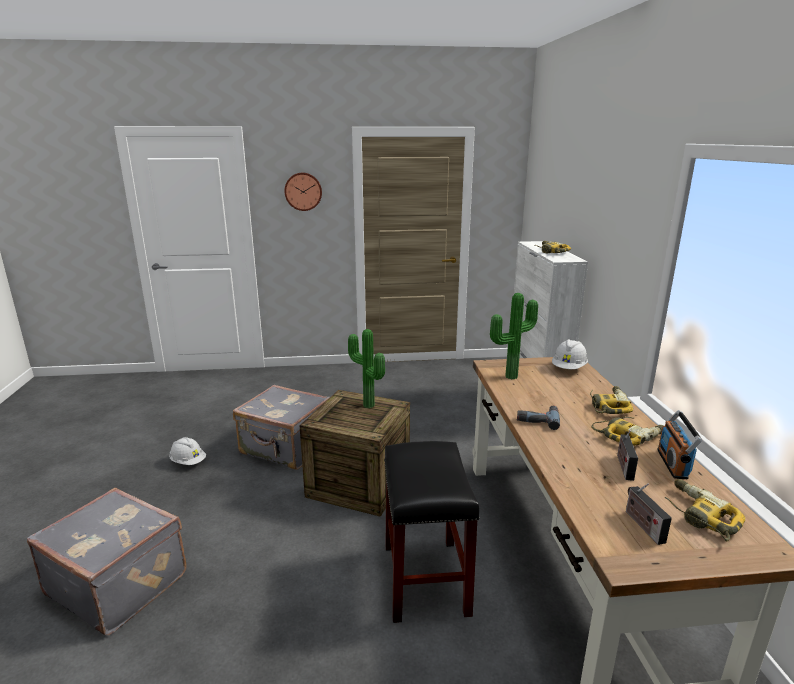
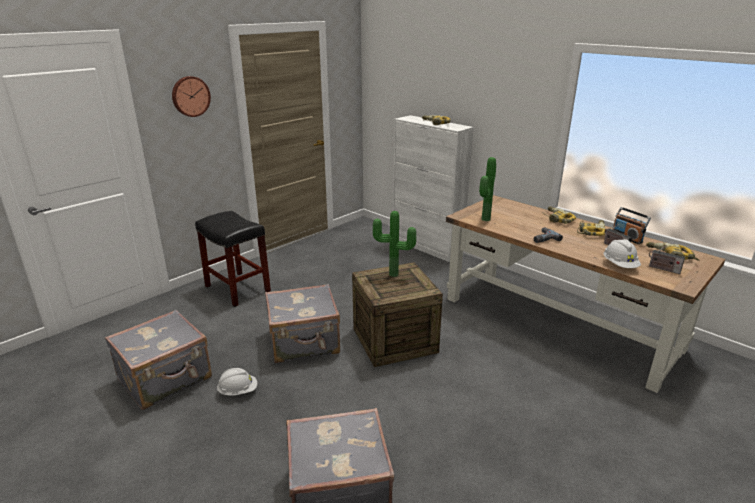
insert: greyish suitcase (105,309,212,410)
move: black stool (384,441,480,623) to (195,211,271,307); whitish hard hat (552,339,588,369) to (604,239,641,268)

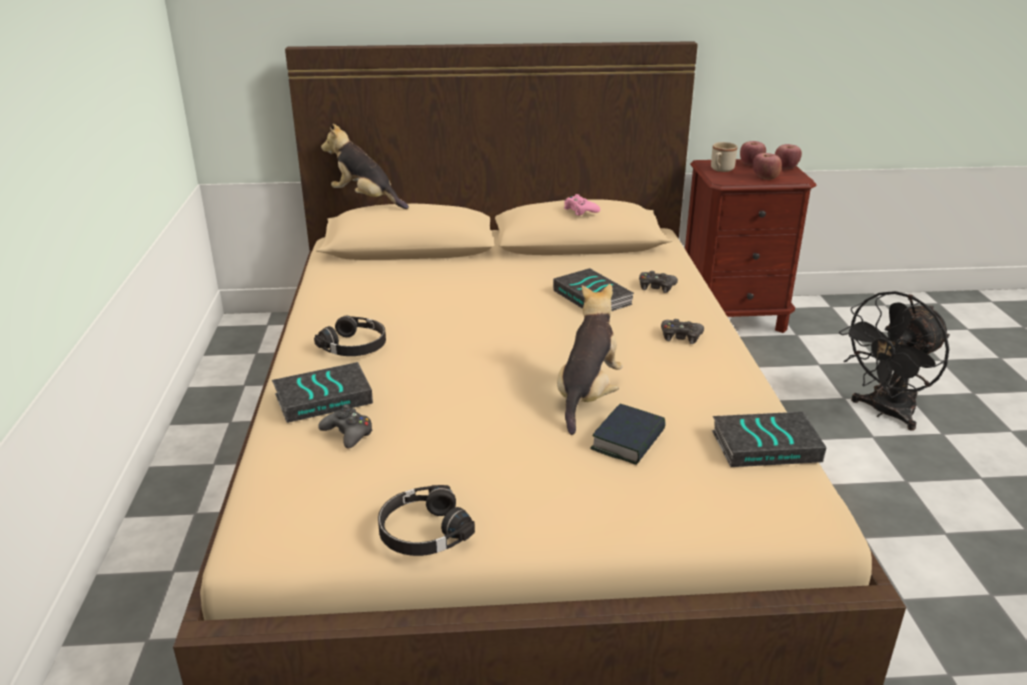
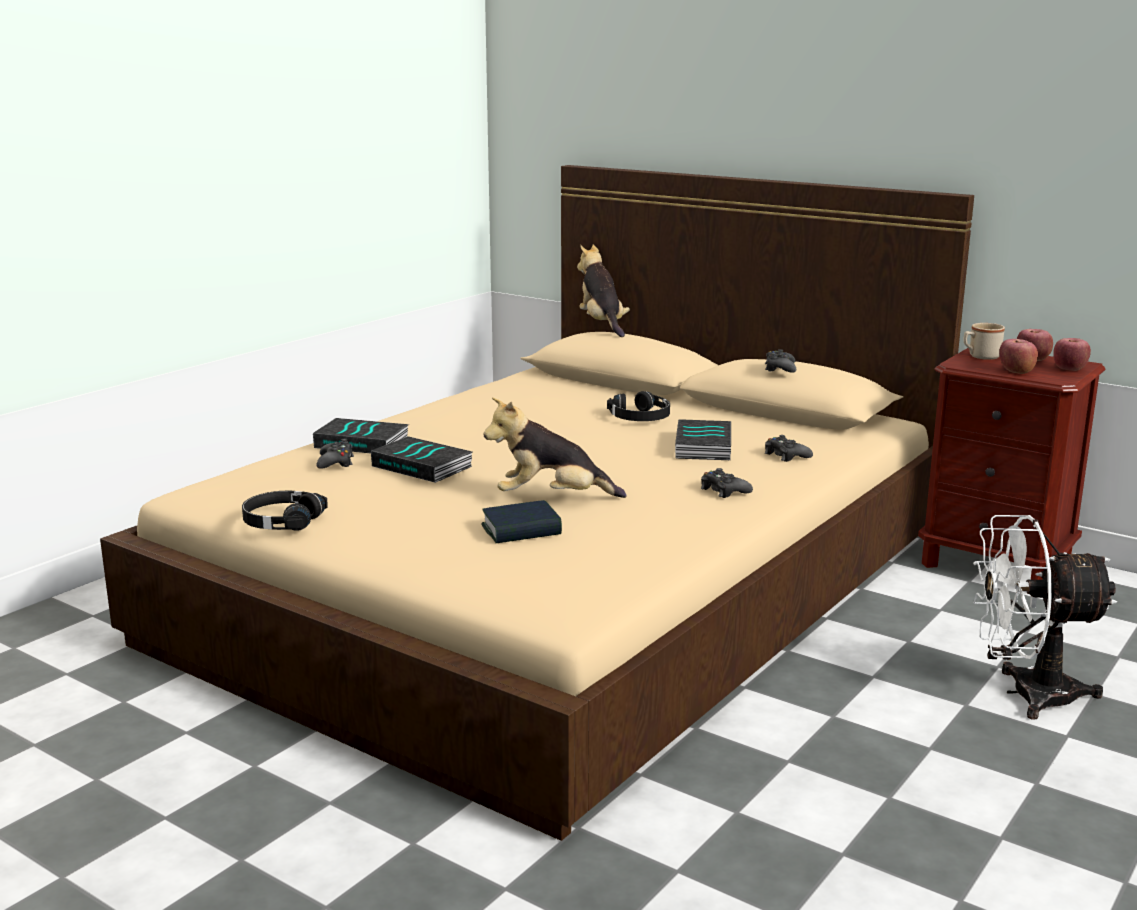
move: black pair of headphones (314,316,386,356) to (607,391,670,421); book (712,412,826,467) to (371,436,472,483)
recolor: pink joypad (564,194,600,216) to black joypad (765,349,796,373); black fan (839,291,950,431) to whitish fan (973,515,1117,720)
rotate: soft toy (557,284,623,435) = (484,397,627,498) 150 degrees counterclockwise

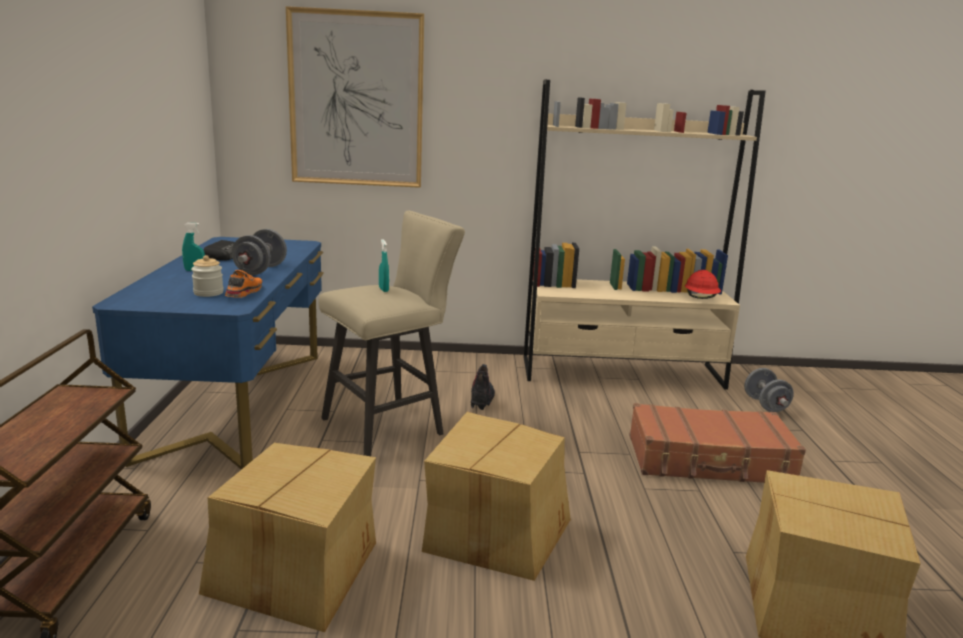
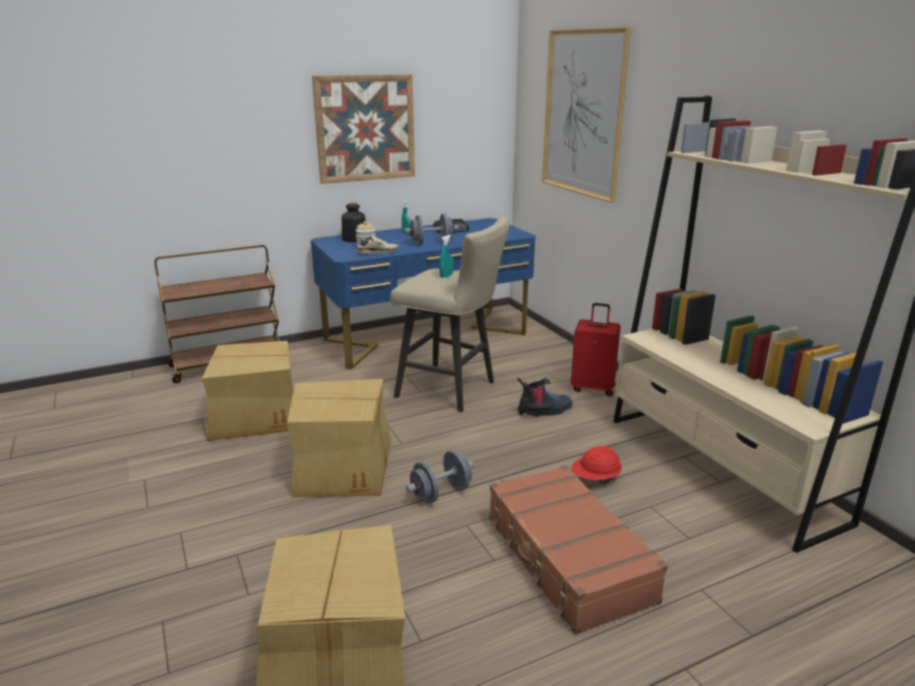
insert: wall art (312,74,415,184); beverage bottle (342,203,366,242); red-coloured suitcase (571,303,621,397)
move: red-coloured hard hat (685,270,721,299) to (572,446,622,484); greyish dumbbell (744,368,794,412) to (406,450,474,503)
recolor: orangey item of footwear (225,270,262,298) to beige-coloured item of footwear (357,235,398,254)

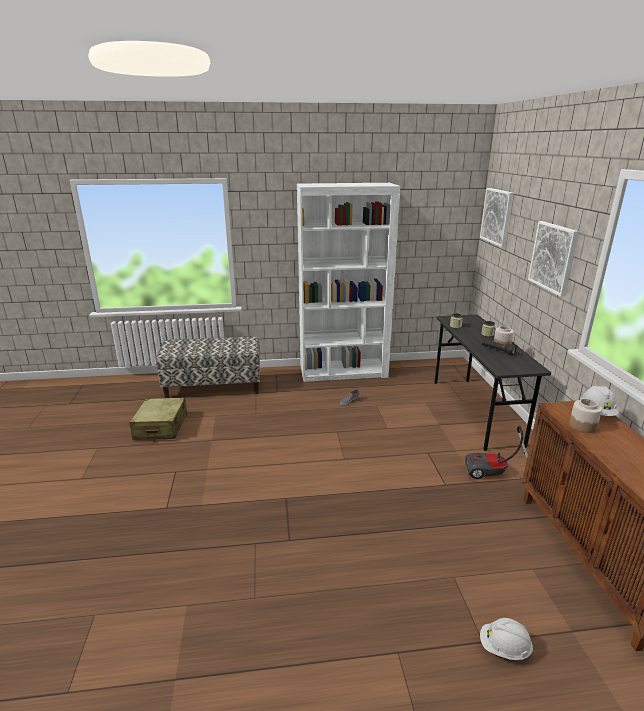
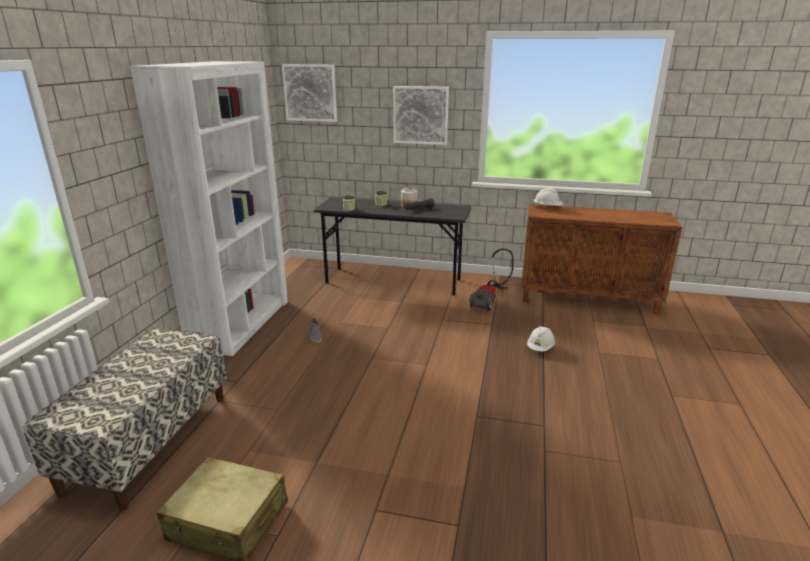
delete: preserve jar (569,399,602,433)
move: whitish hard hat (480,618,533,660) to (527,326,555,351)

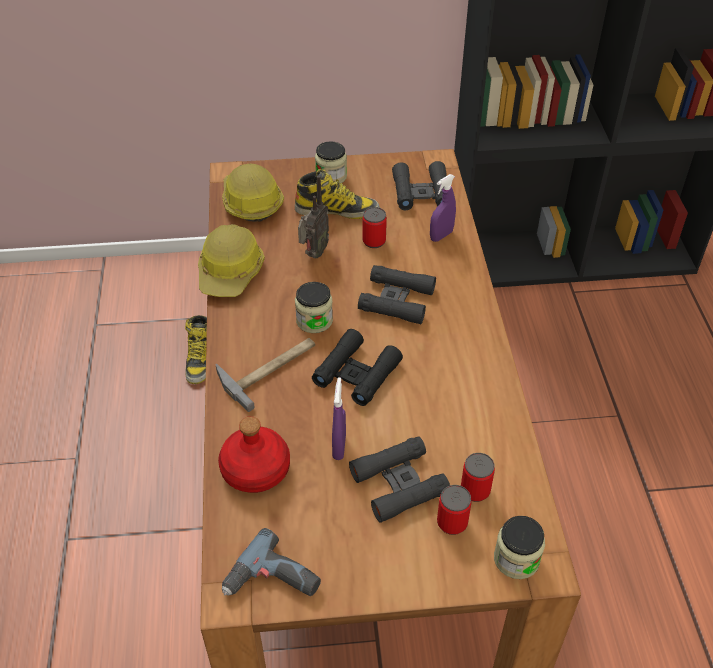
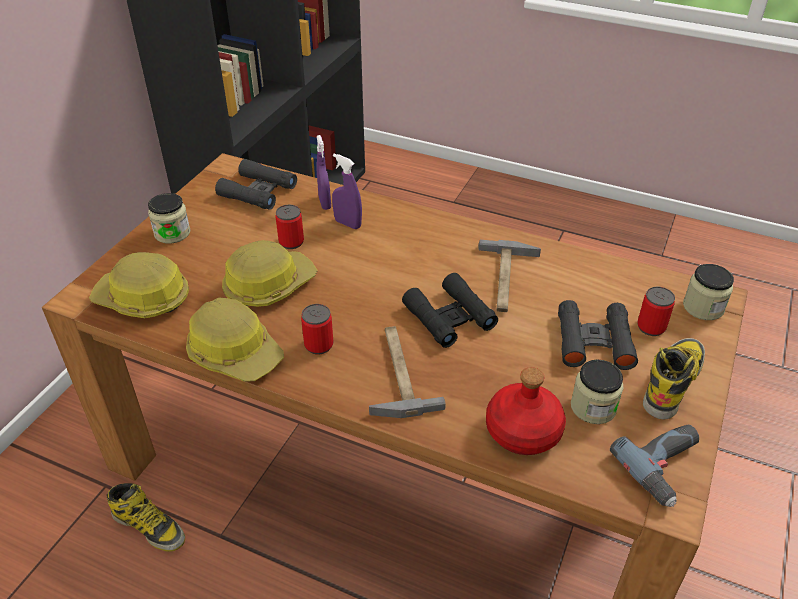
delete: black field glasses (358,265,436,324)
insert: hand hammer (478,240,541,312)
move: boot (295,169,380,219) to (643,338,705,419); preserve jar (295,282,333,333) to (571,360,623,424); purplish sprayer (332,377,346,460) to (332,154,362,229); metal can (461,453,495,502) to (301,304,333,354)
replace: radio set (298,175,329,259) to hard hat (222,240,318,307)

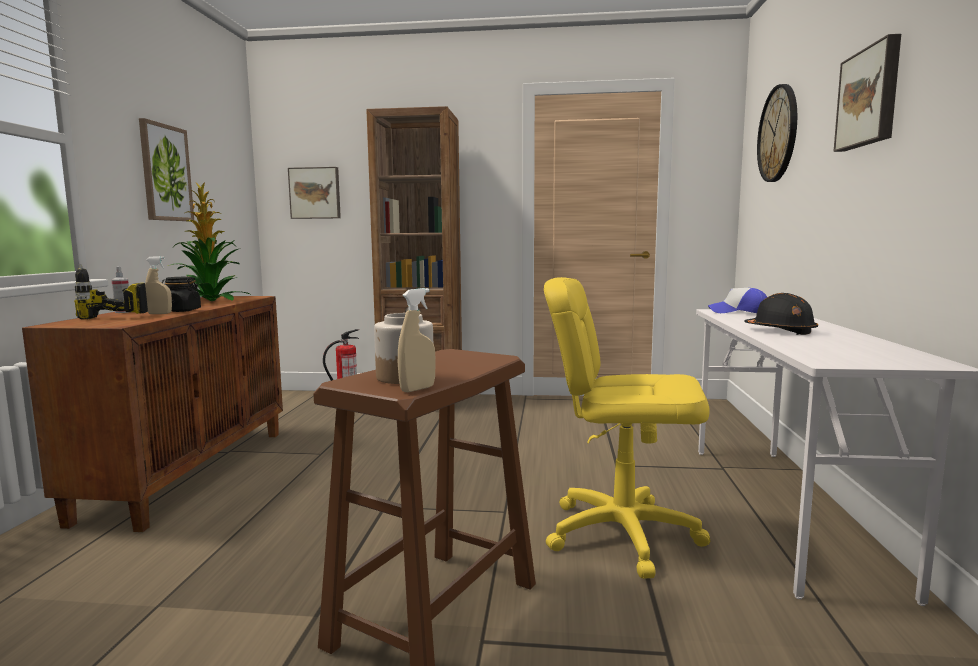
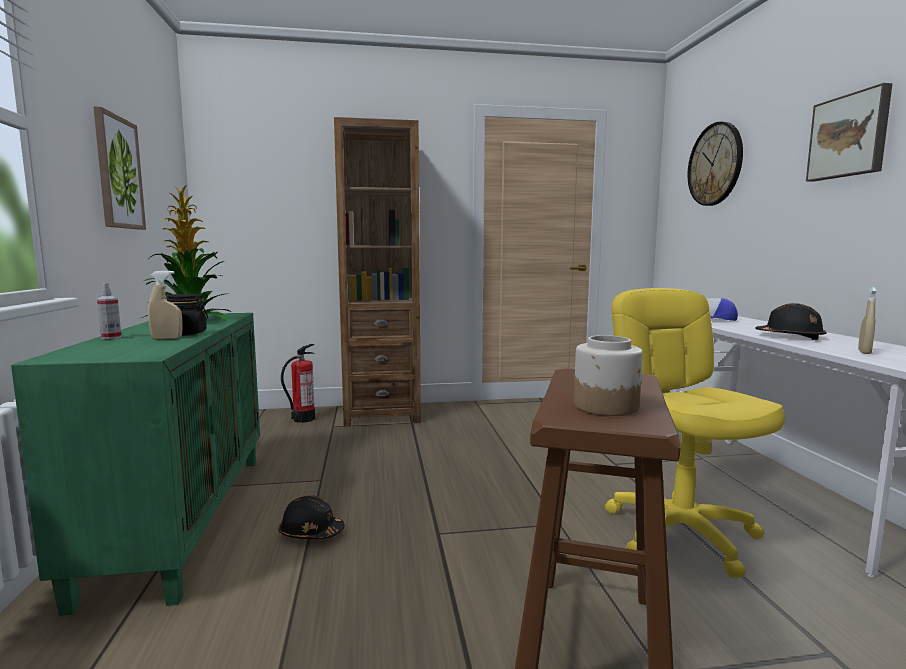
delete: electric drill (74,264,148,319); wall art (288,167,341,219)
insert: black hard hat (278,495,344,539)
move: beige-coloured sprayer (398,288,436,392) to (858,287,876,354)
recolor: brown storage cabinet (22,296,283,532) to greenish storage cabinet (11,313,260,616)
rotate: yellow-coloured computer chair (544,277,710,579) = (605,288,785,578) 75 degrees clockwise

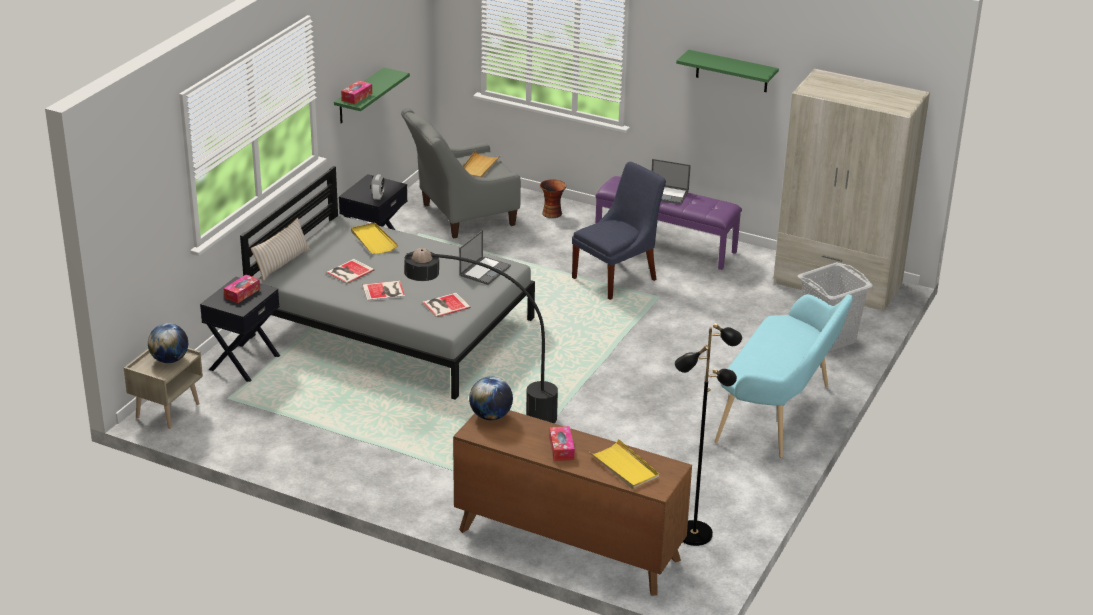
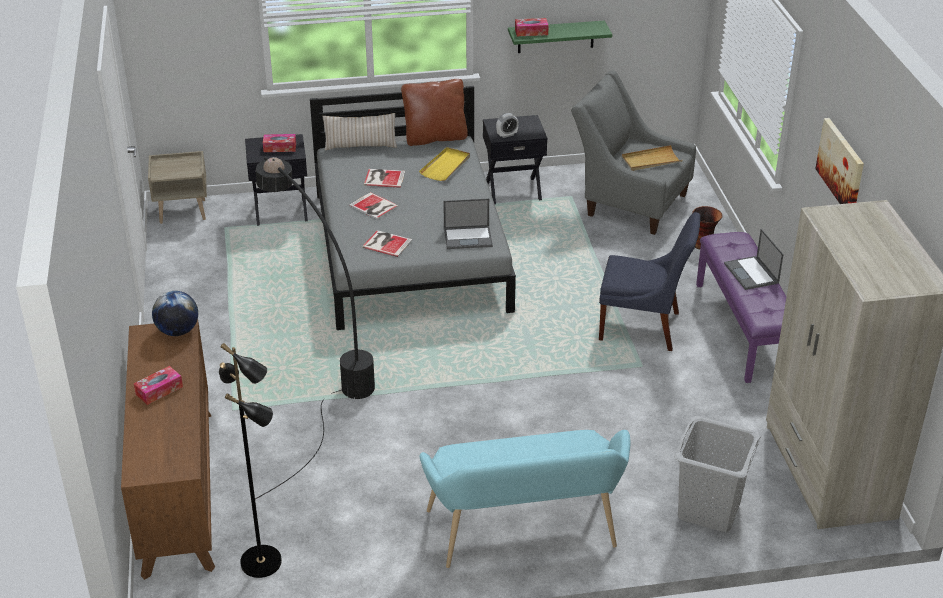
delete: globe (148,323,188,363); yellow-coloured tray (589,439,659,489)
insert: brown throw pillow (401,79,468,146)
replace: greenish shelf (676,50,779,92) to wall art (815,118,864,204)

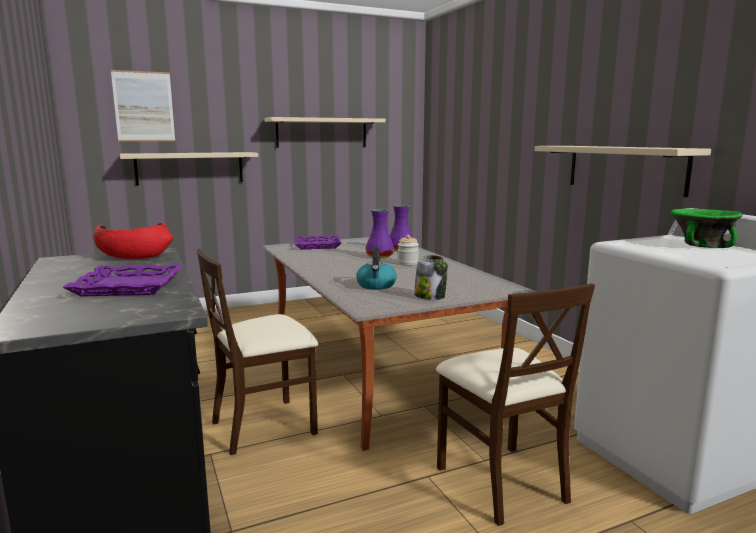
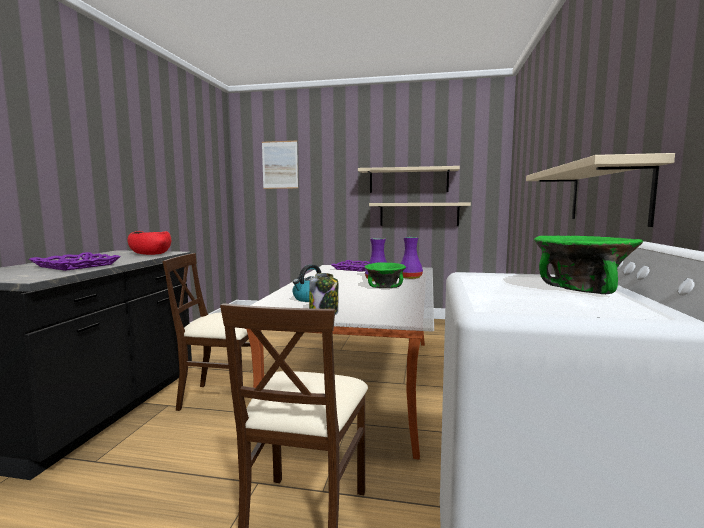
move: beige-coloured shelf (120,152,258,185) to (369,203,471,226)
replace: preserve jar (397,235,419,265) to greenish bowl (365,262,406,288)

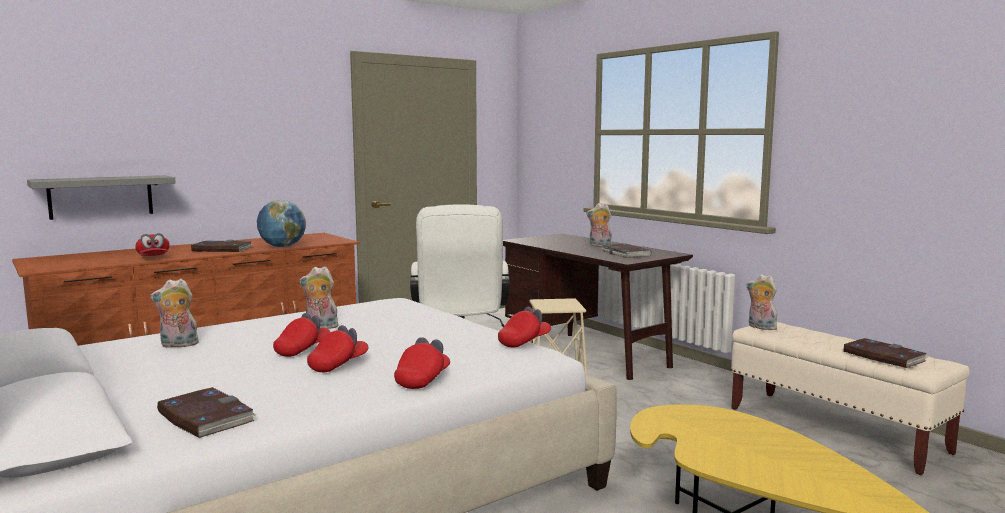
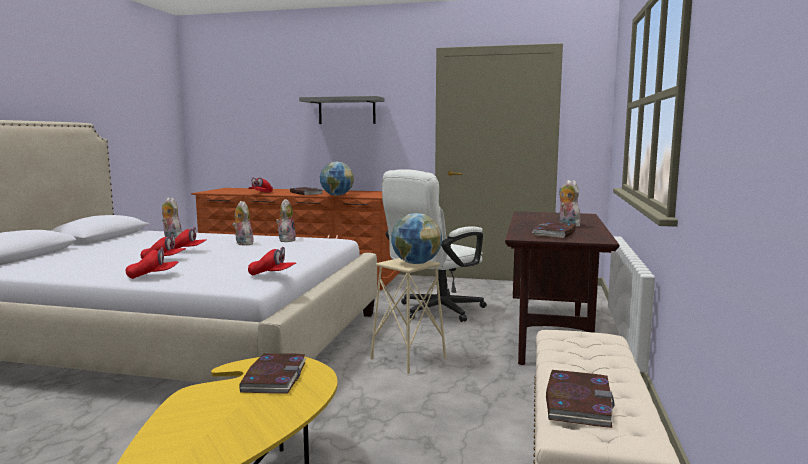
insert: globe (391,213,442,264)
move: greyish shelf (27,175,176,220) to (299,96,384,124); book (157,387,256,438) to (239,353,306,394); soft toy (747,274,777,330) to (276,199,296,242)

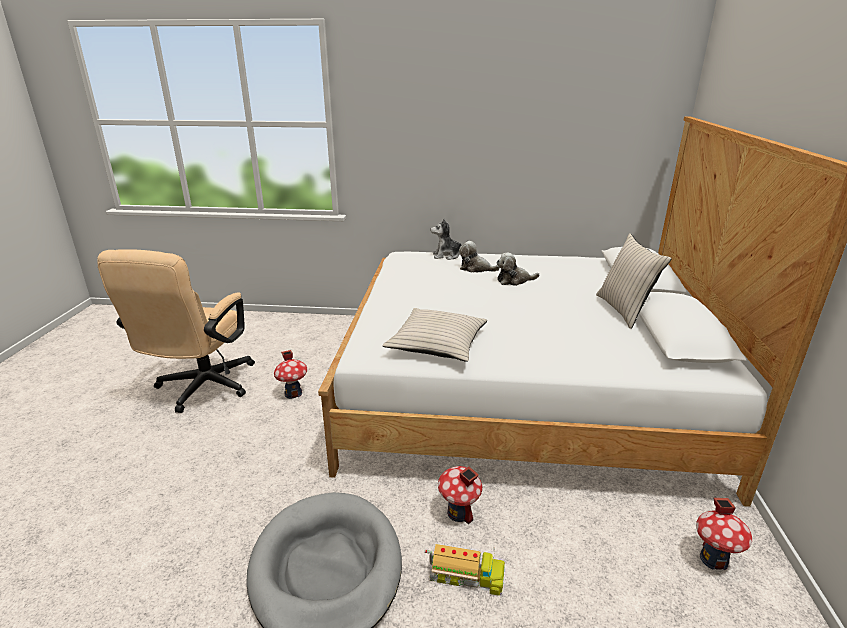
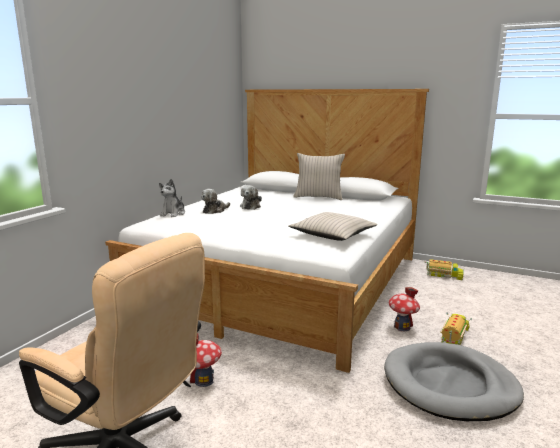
replace: model house (696,498,752,570) to toy truck (425,259,464,280)

